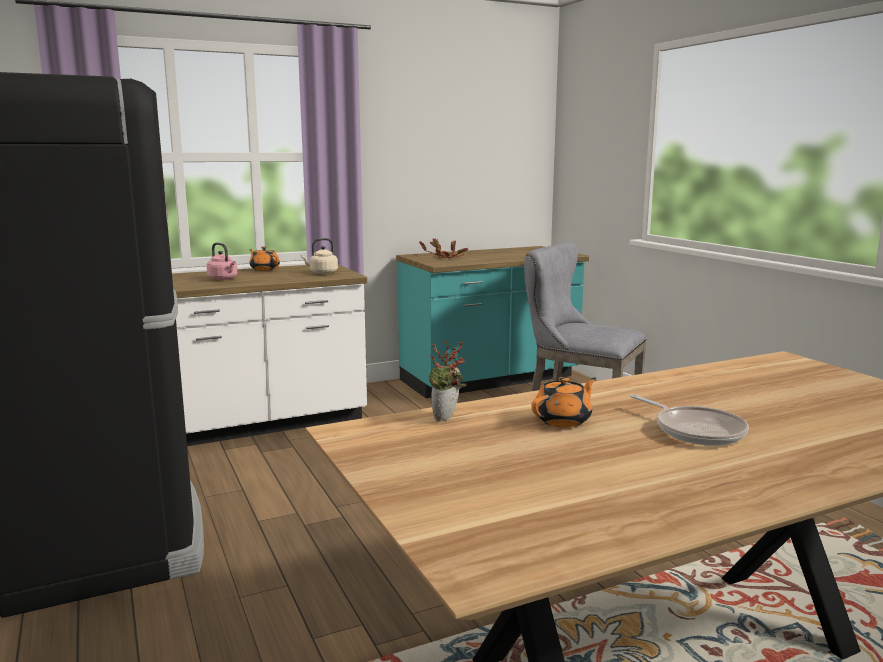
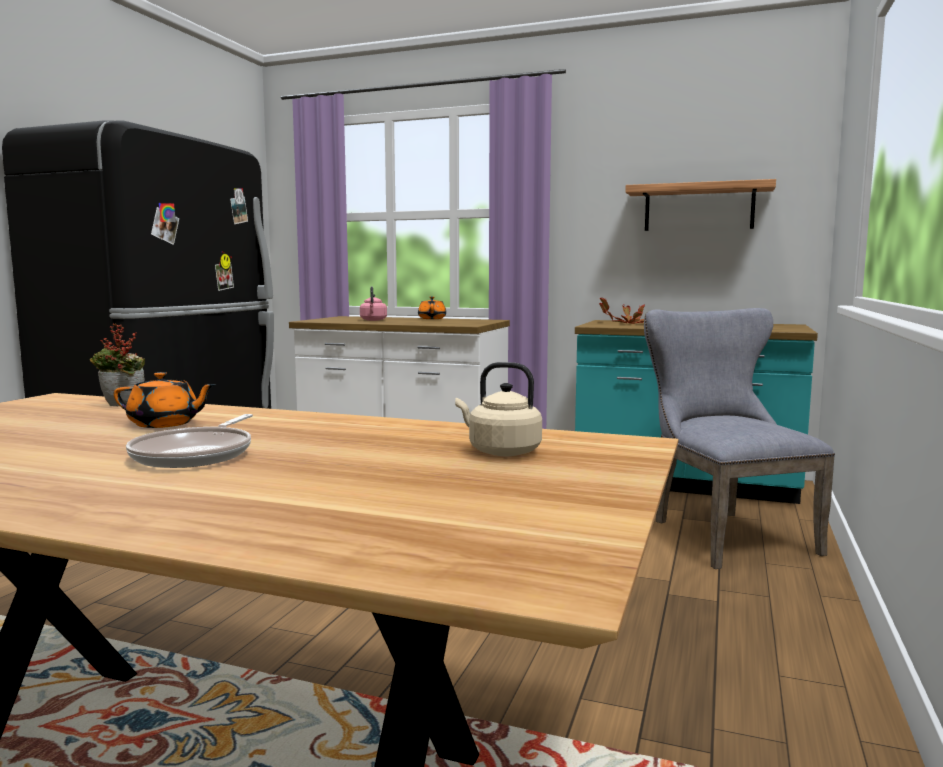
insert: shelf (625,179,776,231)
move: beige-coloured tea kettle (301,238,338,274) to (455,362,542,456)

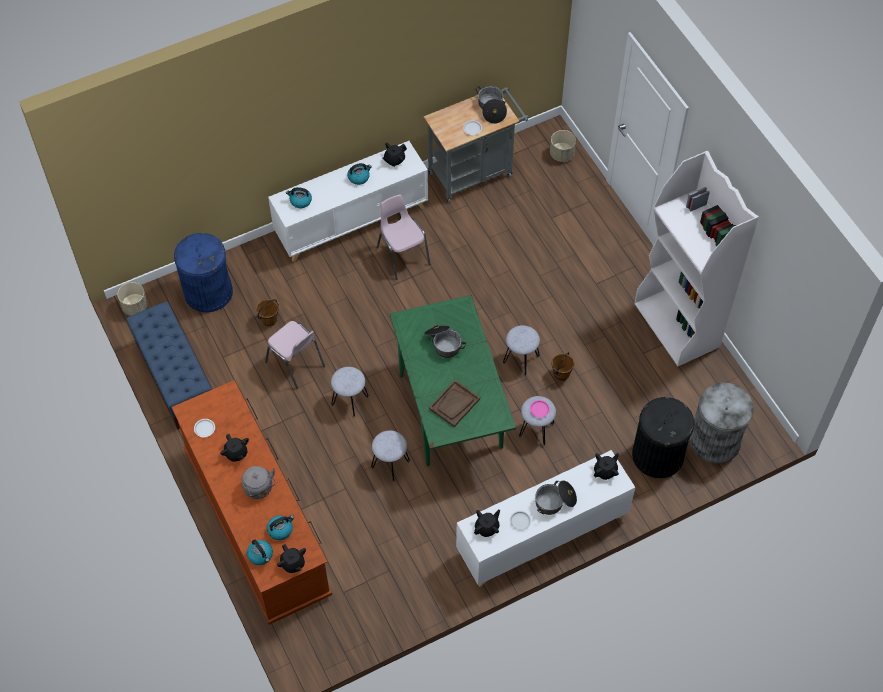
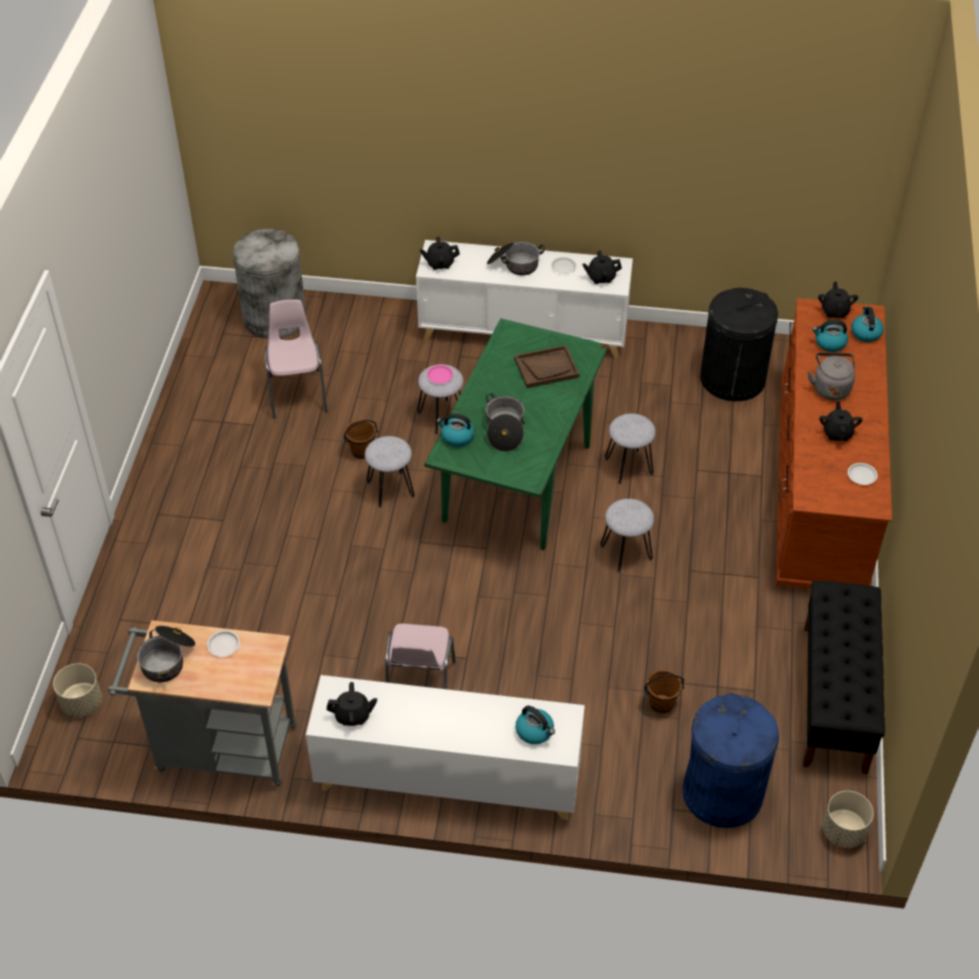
delete: whitish shelving unit (634,151,759,366)
move: pink upright chair (265,321,325,389) to (264,299,327,419); tea kettle (348,163,372,185) to (436,413,475,447); black waste bin (632,397,694,478) to (700,288,778,401)
recolor: blue indoor bench (126,302,212,429) to black indoor bench (803,580,885,774)

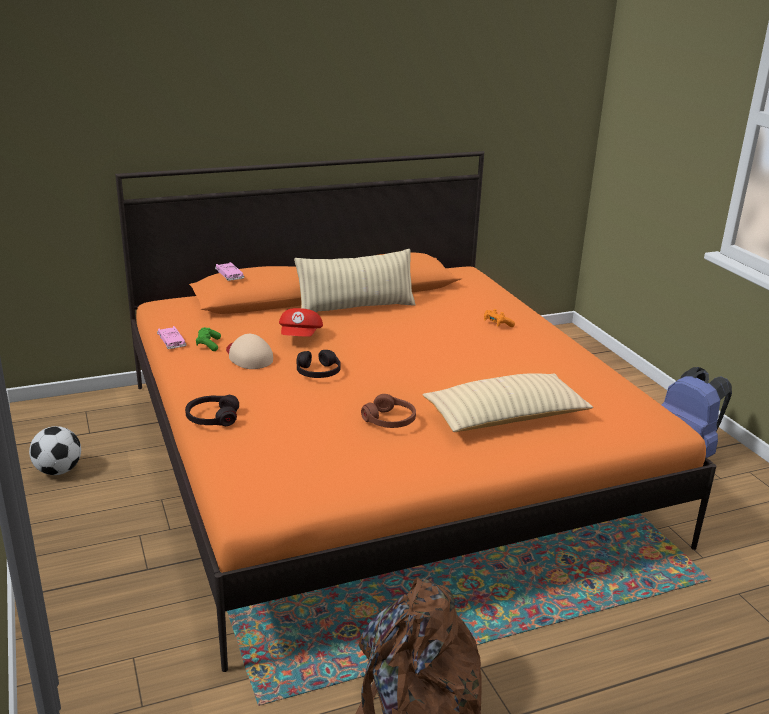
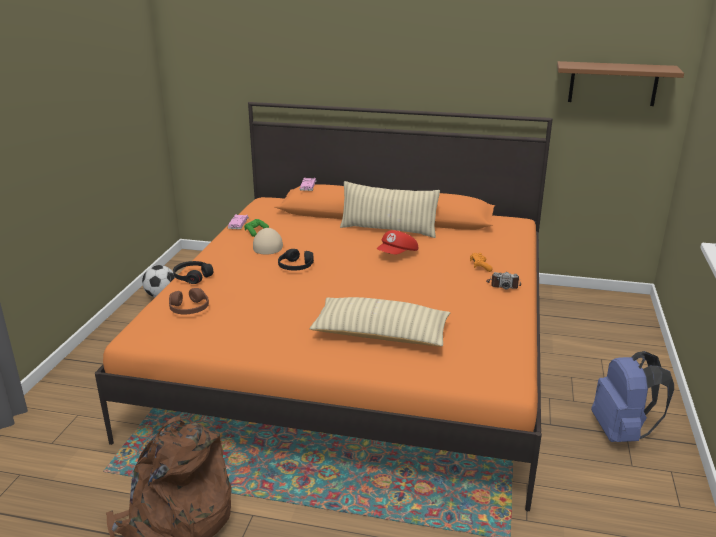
insert: still camera (486,272,521,289); brown shelf (557,61,684,106)
move: red-coloured peaked cap (279,308,323,337) to (377,230,418,255); brown pair of headphones (361,394,416,428) to (169,288,209,315)

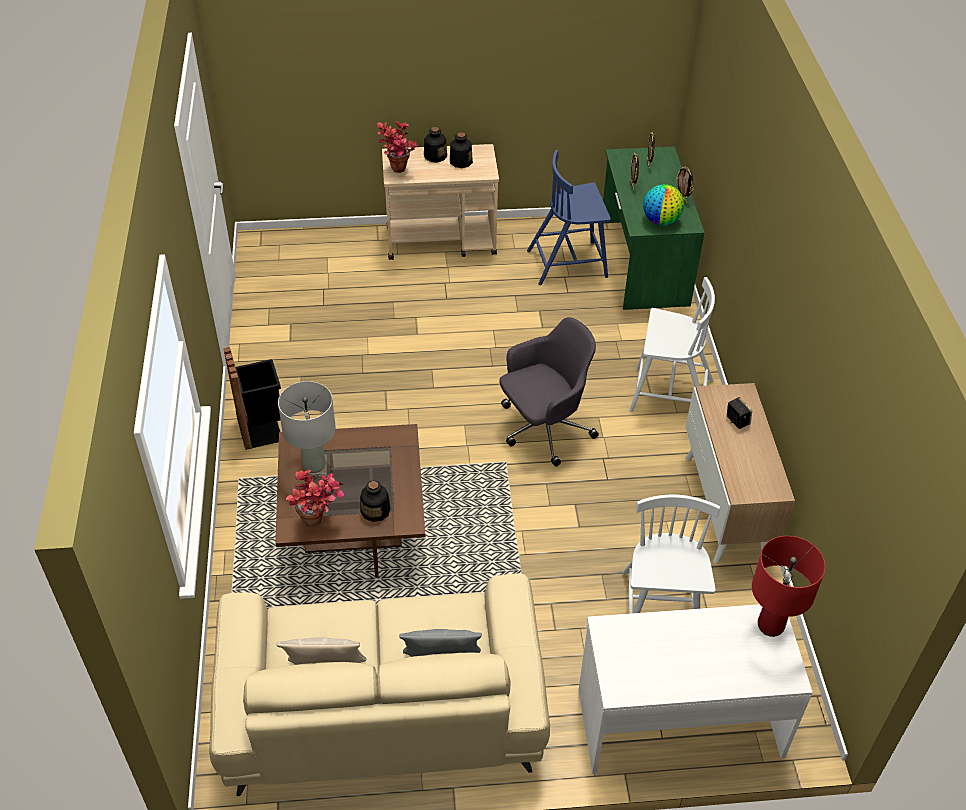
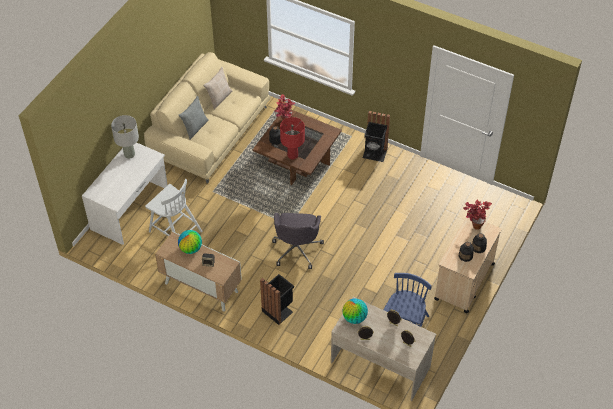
insert: globe (178,230,202,254)
move: greyish lamp for a table (278,381,336,473) to (111,115,139,159); red-coloured lamp for a table (752,536,826,637) to (280,117,305,159)
replace: whitish upright chair (629,277,715,412) to black waste bin (260,274,294,325)
recolor: greenish desk unit (603,147,705,310) to beige-coloured desk unit (331,297,436,401)

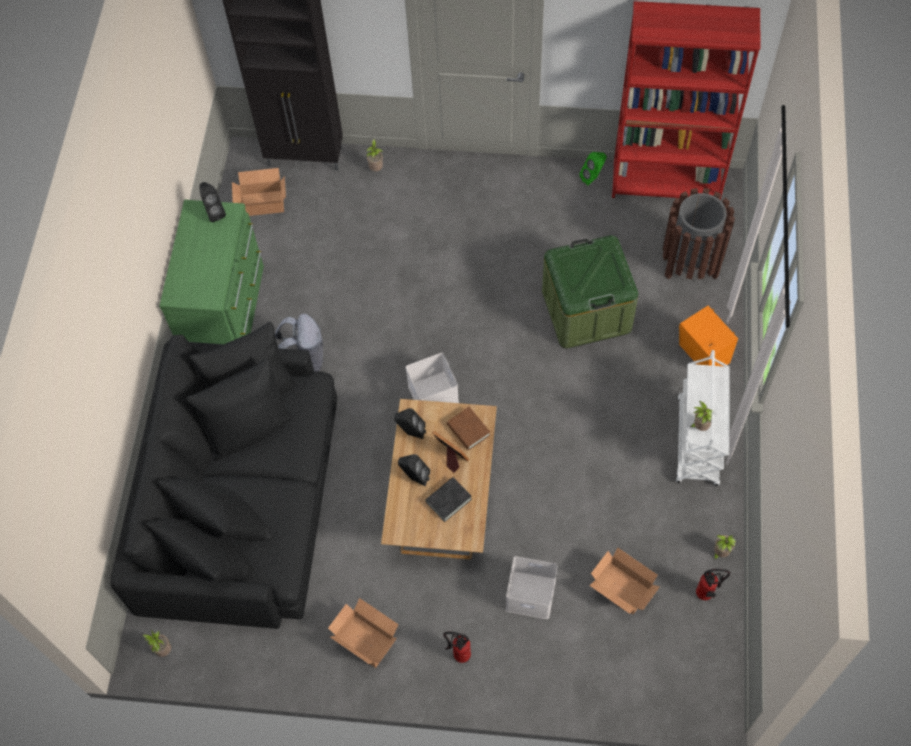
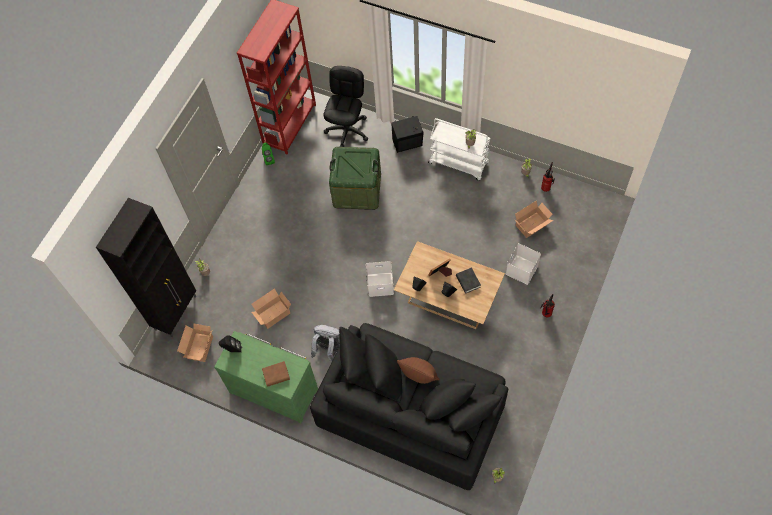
insert: brown throw pillow (397,357,439,384)
move: carton (328,598,399,668) to (251,289,291,329); brown book (447,407,490,450) to (262,361,290,387)
replace: brown waste bin (662,188,735,280) to black computer chair (323,66,368,147)
recolor: orangey loudspeaker (679,306,738,367) to black loudspeaker (391,116,423,153)

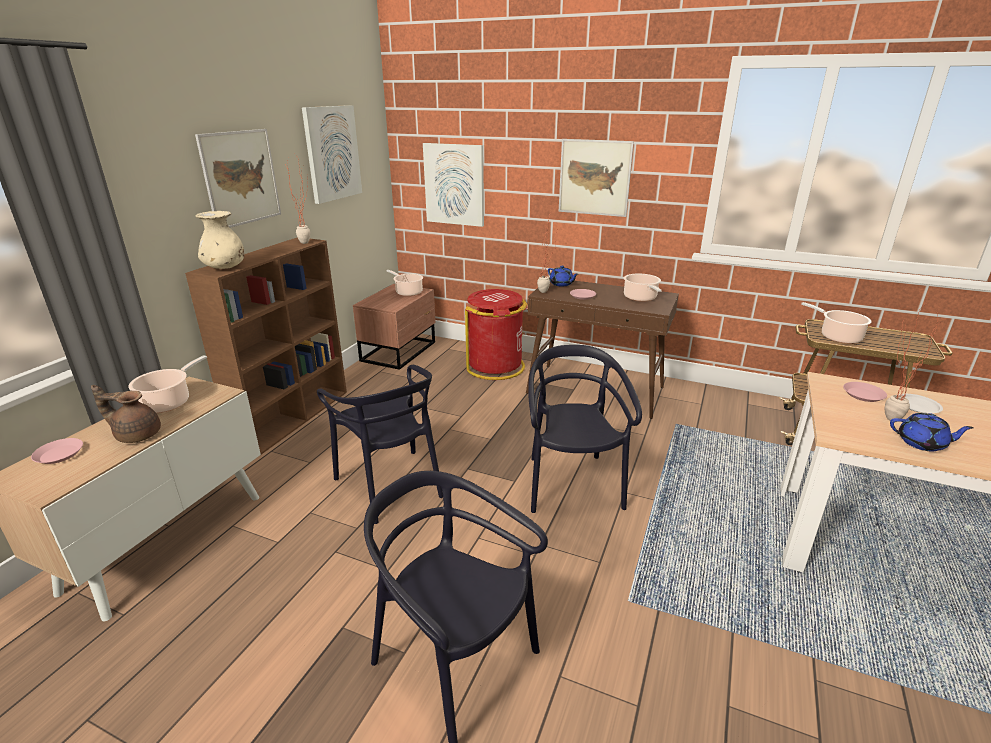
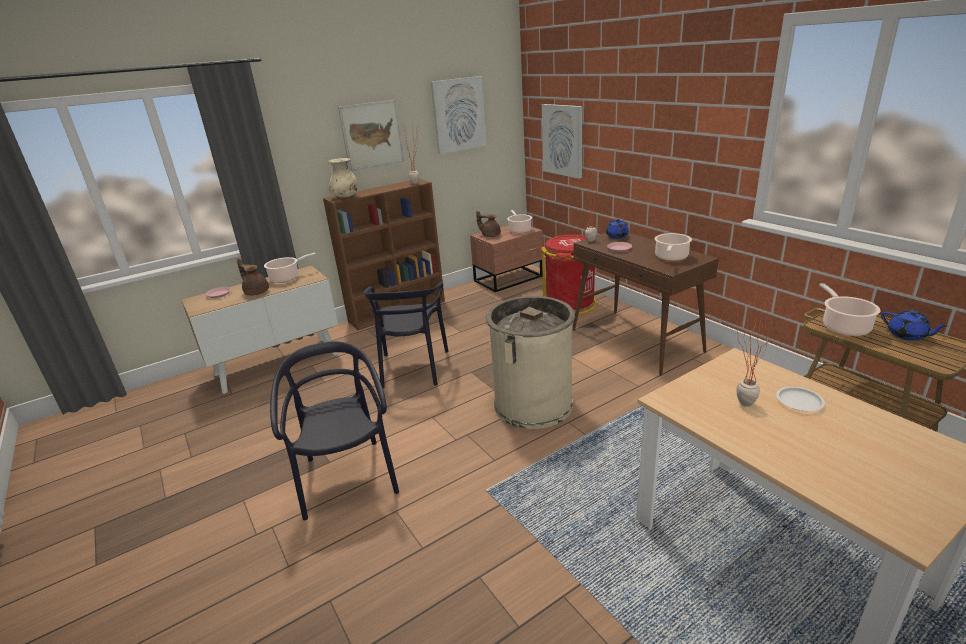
delete: wall art (559,139,634,217); pink dinner plate (843,382,887,402)
insert: brown tea pot (476,211,501,237)
move: blue tea pot (890,413,974,451) to (881,310,948,341)
replace: black upright chair (528,345,642,513) to beige-coloured waste bin (486,296,575,429)

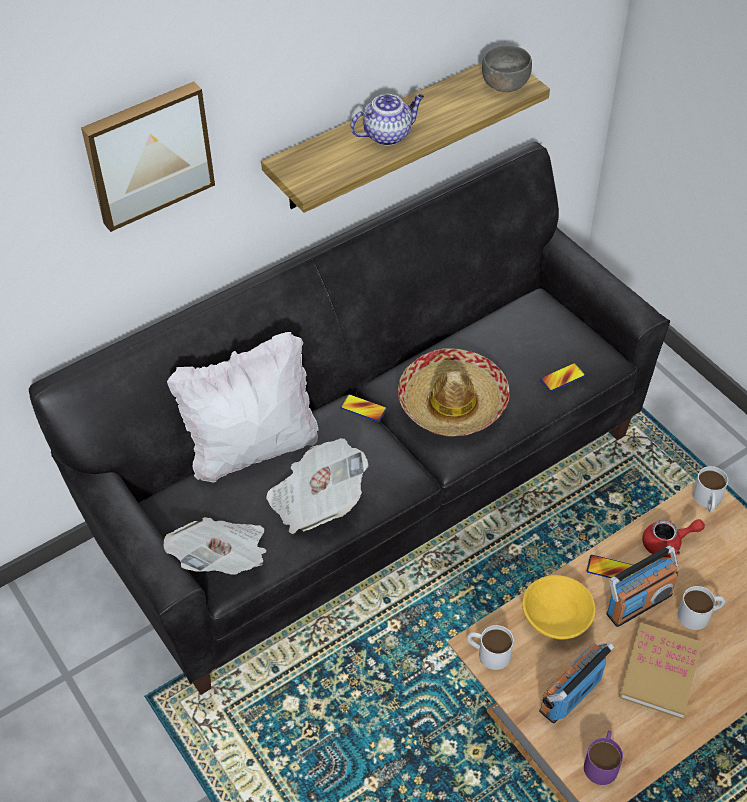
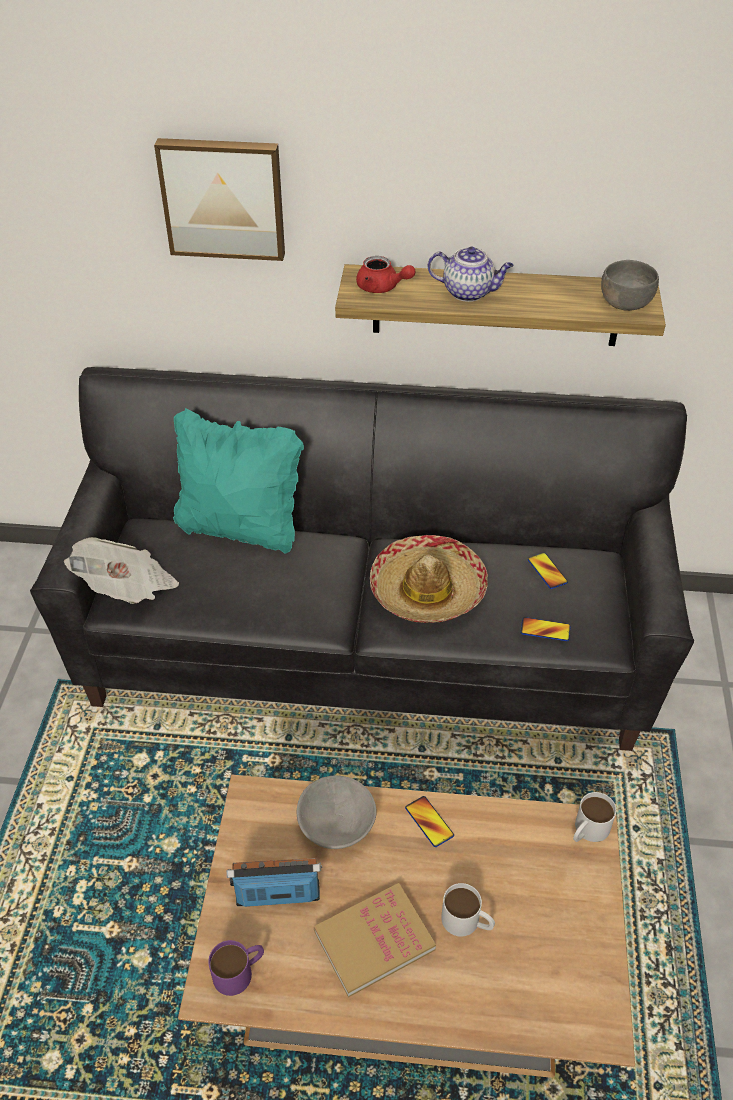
delete: printed paper (266,438,369,534); whitish coffee mug (467,625,514,670); radio set (606,545,678,627)
move: handset (340,394,387,422) to (528,553,568,589); red-coloured tea pot (642,519,705,558) to (356,256,415,293)
recolor: whitish throw pillow (167,332,318,482) to turquoise throw pillow (173,408,304,554); yellow-coloured bowl (522,575,595,640) to greyish bowl (297,776,376,849)

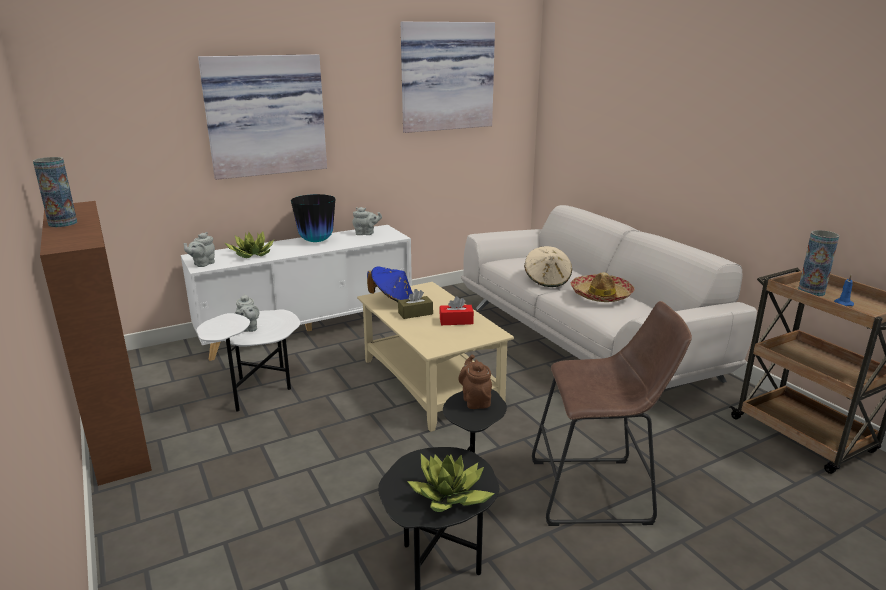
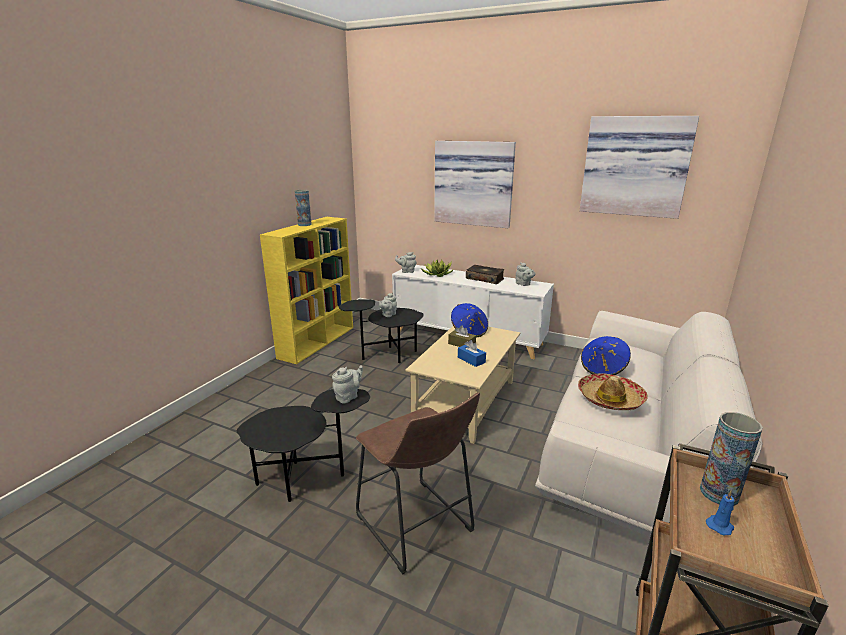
delete: potted plant (407,454,495,512)
replace: flower vase (291,194,335,242) to book (466,265,504,284)
recolor: brown shelving unit (40,201,152,486) to yellow-coloured shelving unit (260,217,353,364); whitish side table (196,309,300,412) to black side table (339,300,423,363); red-coloured tissue box (439,296,474,325) to blue tissue box (458,340,486,367); brown tea pot (458,355,492,409) to greyish tea pot (332,365,363,404); beige-coloured wearable hat (524,246,572,287) to blue wearable hat (581,336,631,375)

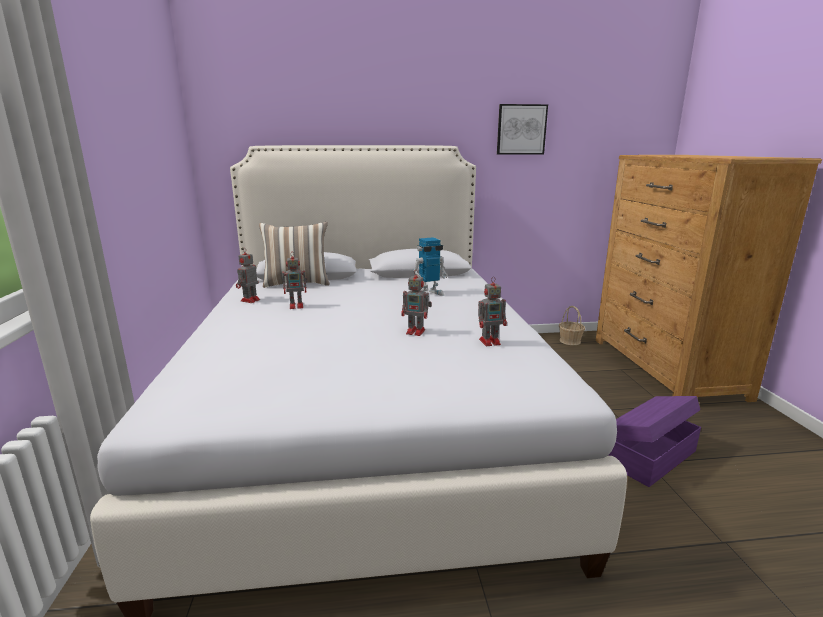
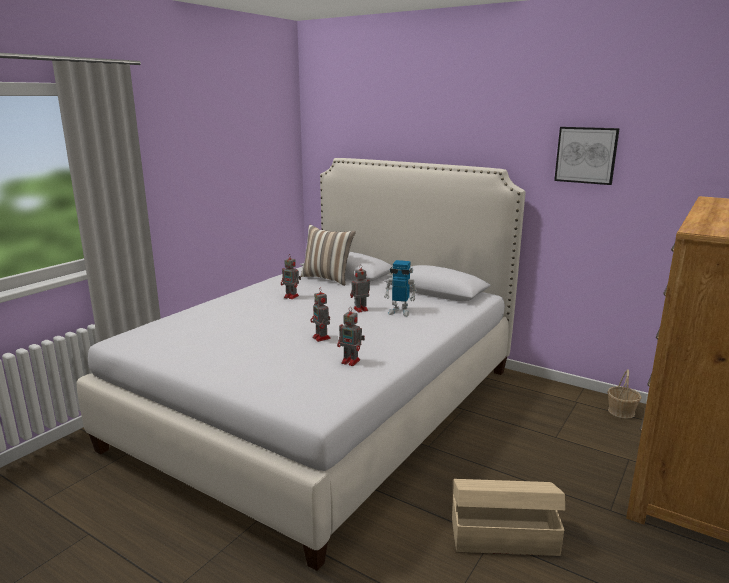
move: model robot (236,248,260,303) to (350,266,370,313)
recolor: purplish storage bin (608,396,701,487) to beige-coloured storage bin (452,479,565,556)

